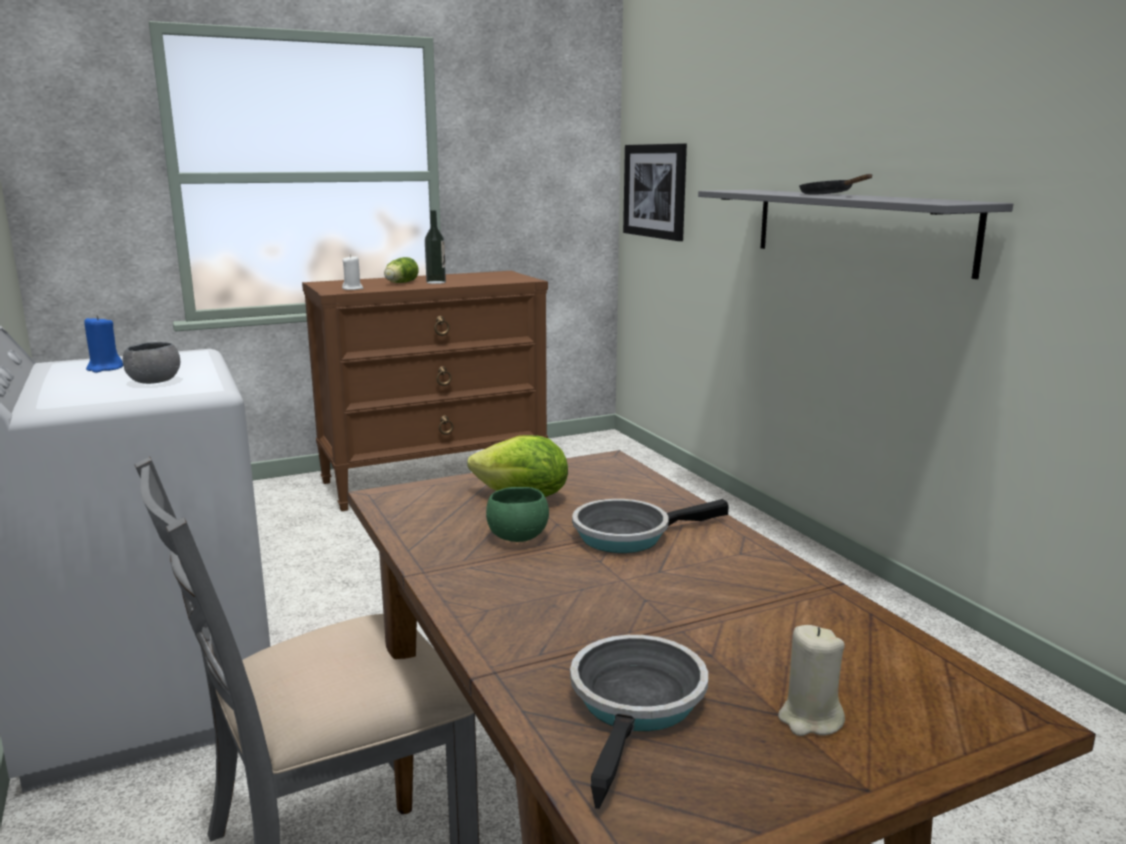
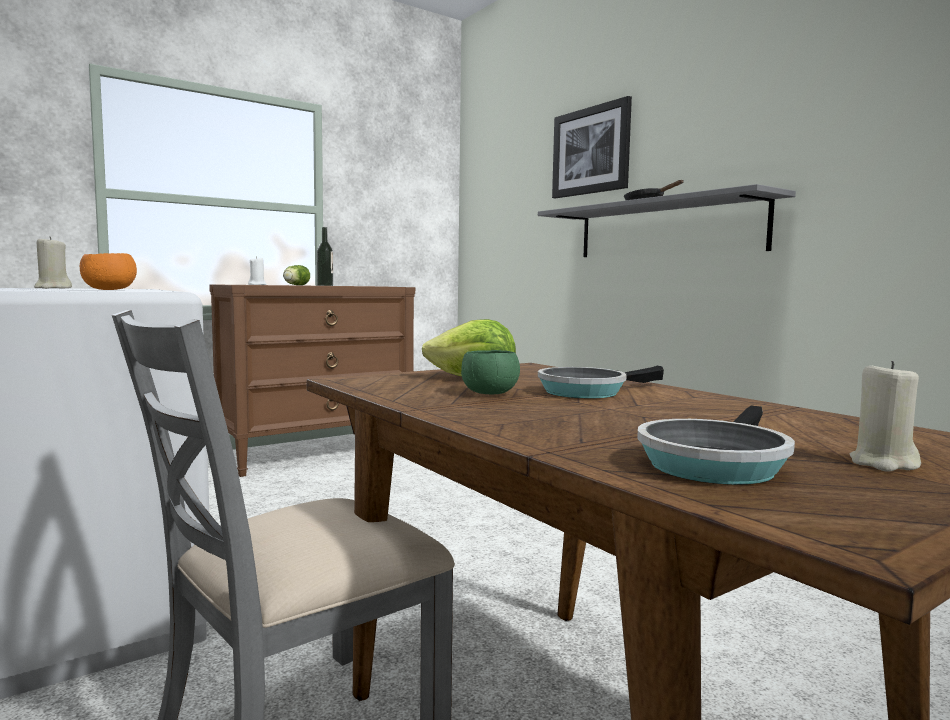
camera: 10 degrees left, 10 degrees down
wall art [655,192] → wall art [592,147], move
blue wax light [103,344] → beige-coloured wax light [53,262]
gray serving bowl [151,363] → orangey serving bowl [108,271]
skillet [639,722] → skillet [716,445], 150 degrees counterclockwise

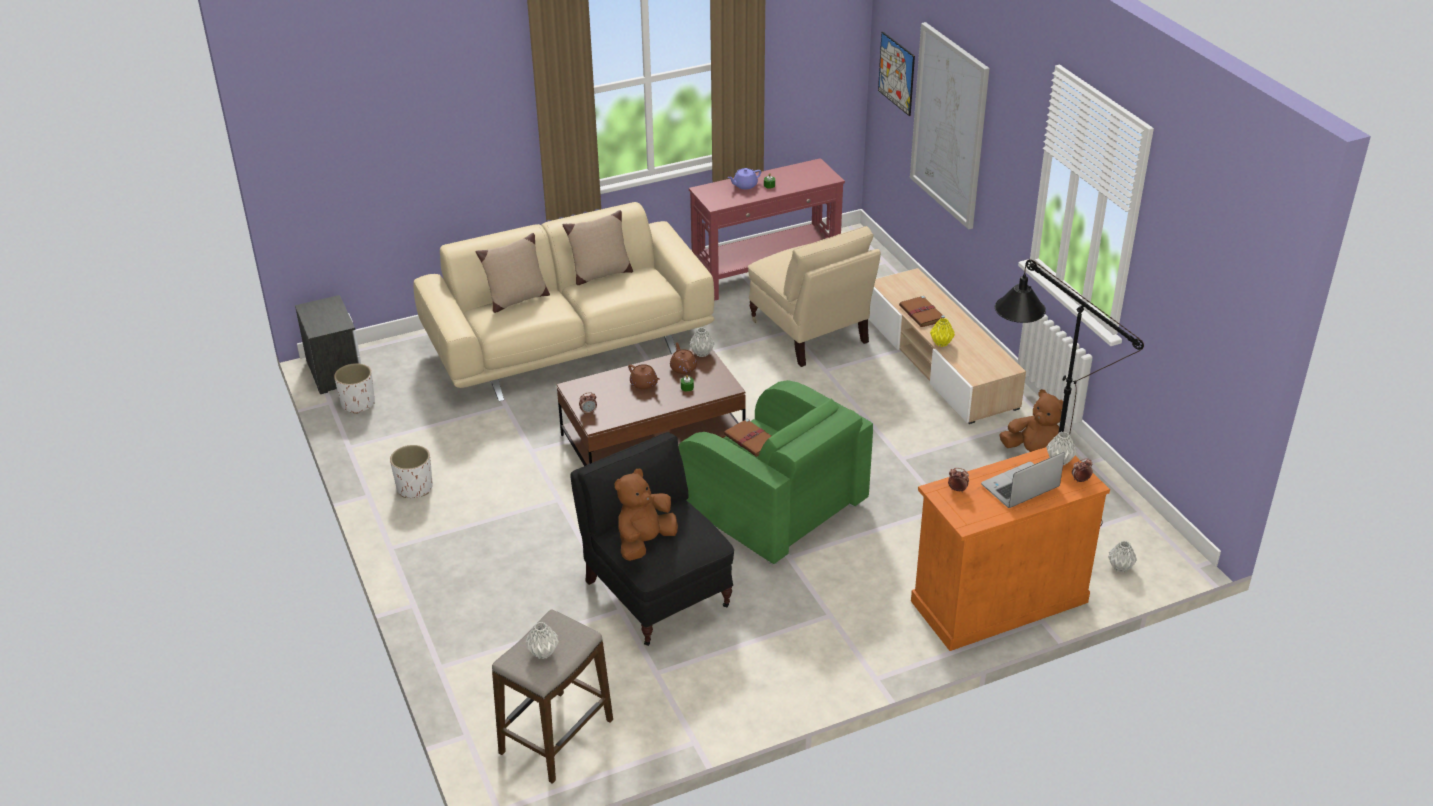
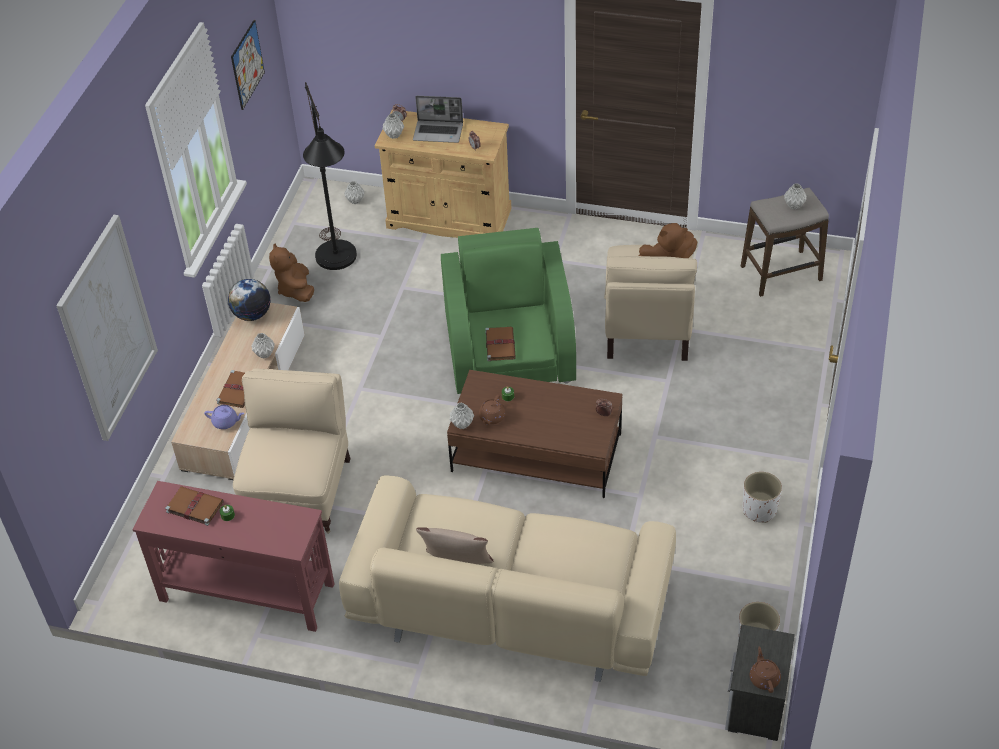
camera: 140 degrees left, 10 degrees up
wall art [896,74] → wall art [248,65], move
purple pot for tea [744,178] → purple pot for tea [224,417], move
beige-coloured pillow [513,273] → -
yellow-coloured decorative vase [942,332] → gray decorative vase [263,346]
brown-coloured pot for tea [644,376] → brown-coloured pot for tea [765,670], move
black-coloured easy chair [652,539] → beige-coloured easy chair [650,303]
orangey cupboard [1010,549] → beige-coloured cupboard [443,173]
- → world globe [249,300]
- → brown-coloured bound book [194,506]

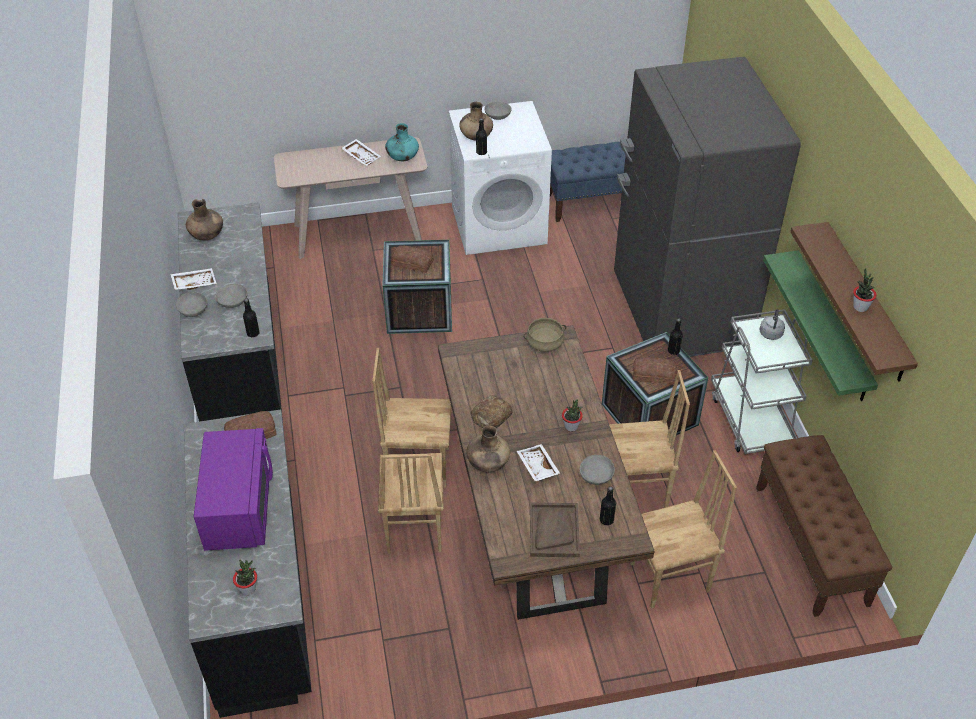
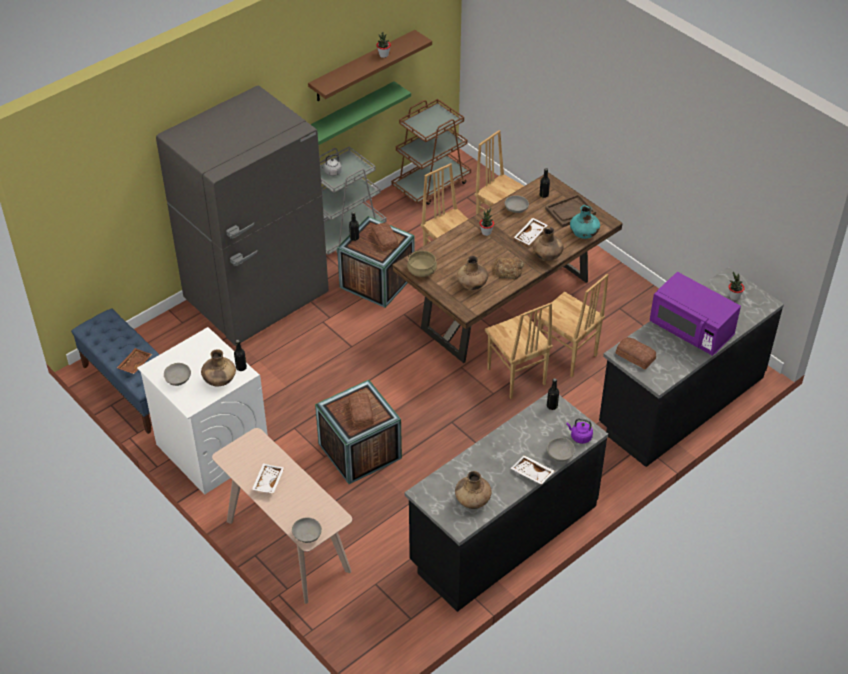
camera: 120 degrees left, 0 degrees up
turquoise-coloured decorative vase [402,142] → turquoise-coloured decorative vase [585,222], move
gray serving bowl [231,296] → gray serving bowl [307,530], move
purple kitchen microwave [233,489] → purple kitchen microwave [695,314], 105 degrees counterclockwise
brown-coloured bench [824,526] → brown-coloured cart [431,152]
brown-coloured chair [411,503] → brown-coloured chair [572,325], 75 degrees clockwise
- → brown-coloured decorative vase [472,273]
- → brown-coloured tray [134,361]
- → purple tea kettle [579,431]

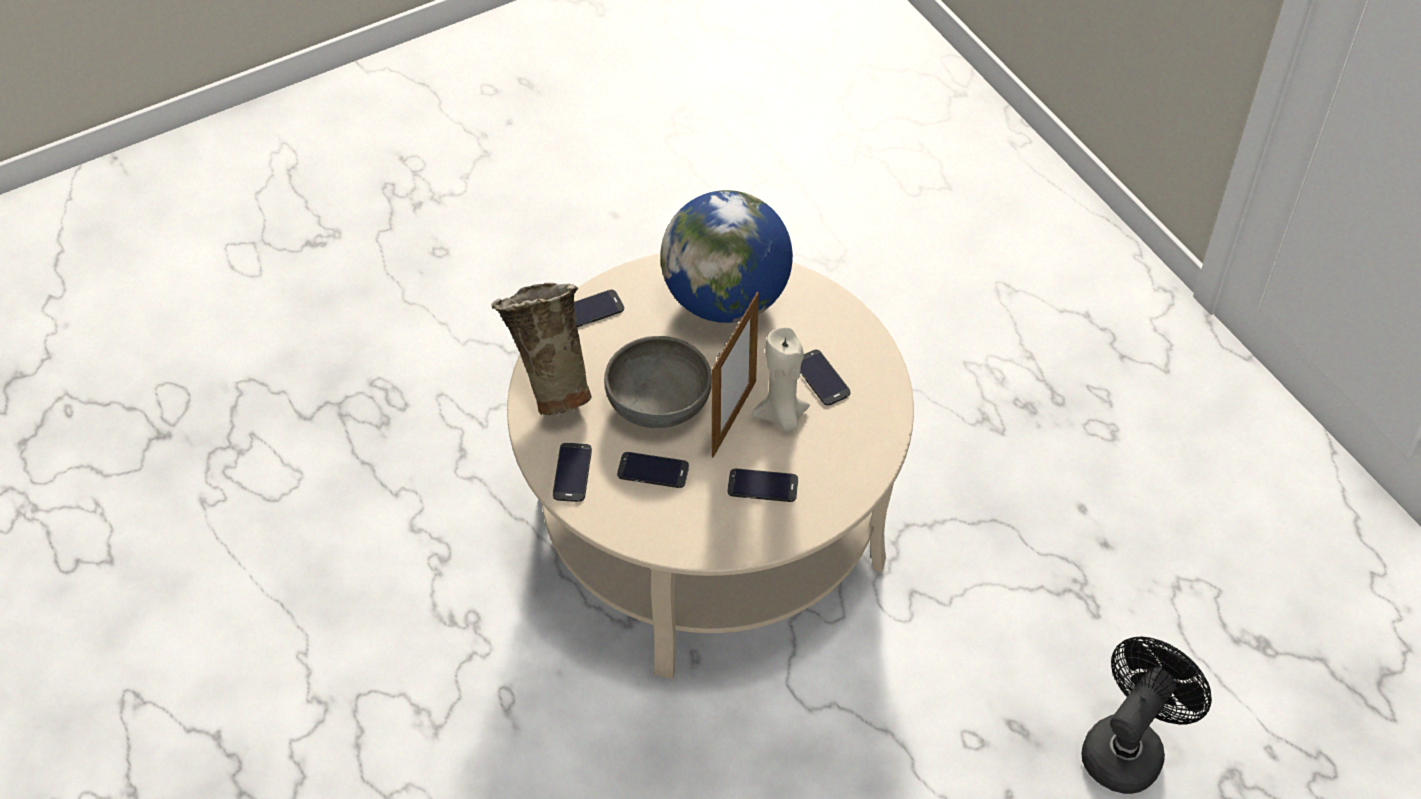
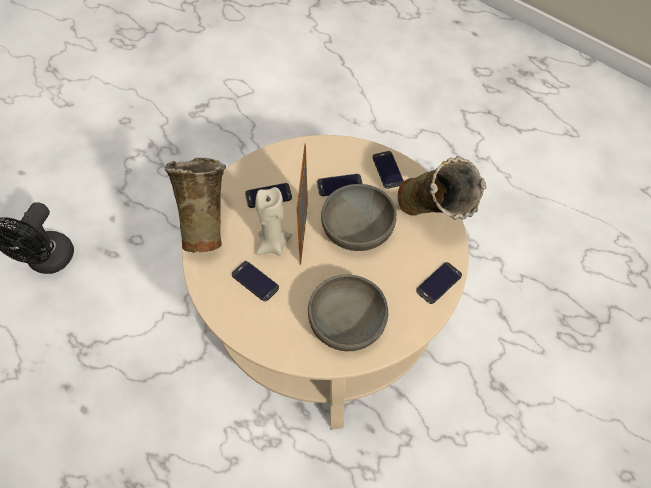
camera: 160 degrees right, 5 degrees up
world globe [726,256] → gray serving bowl [348,313]
- → beige-coloured decorative vase [195,205]

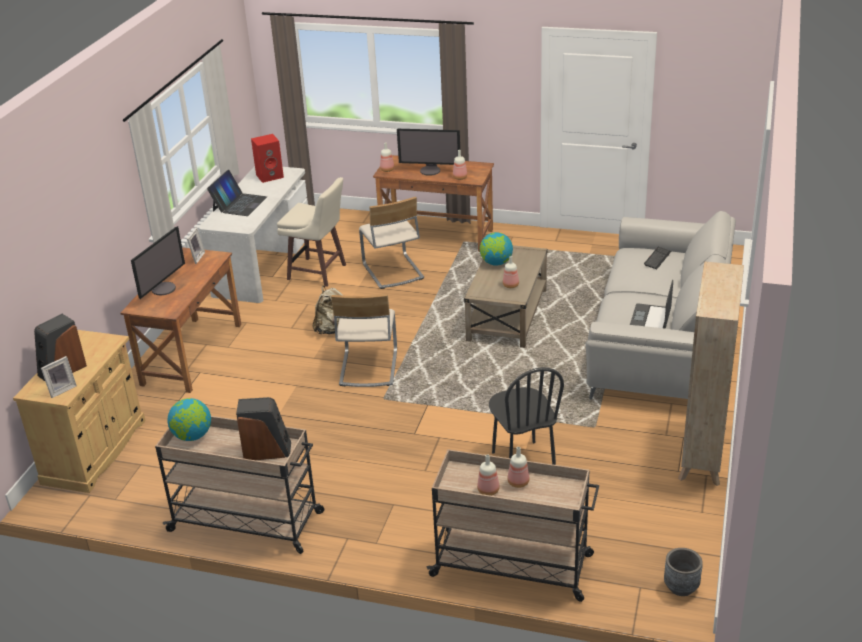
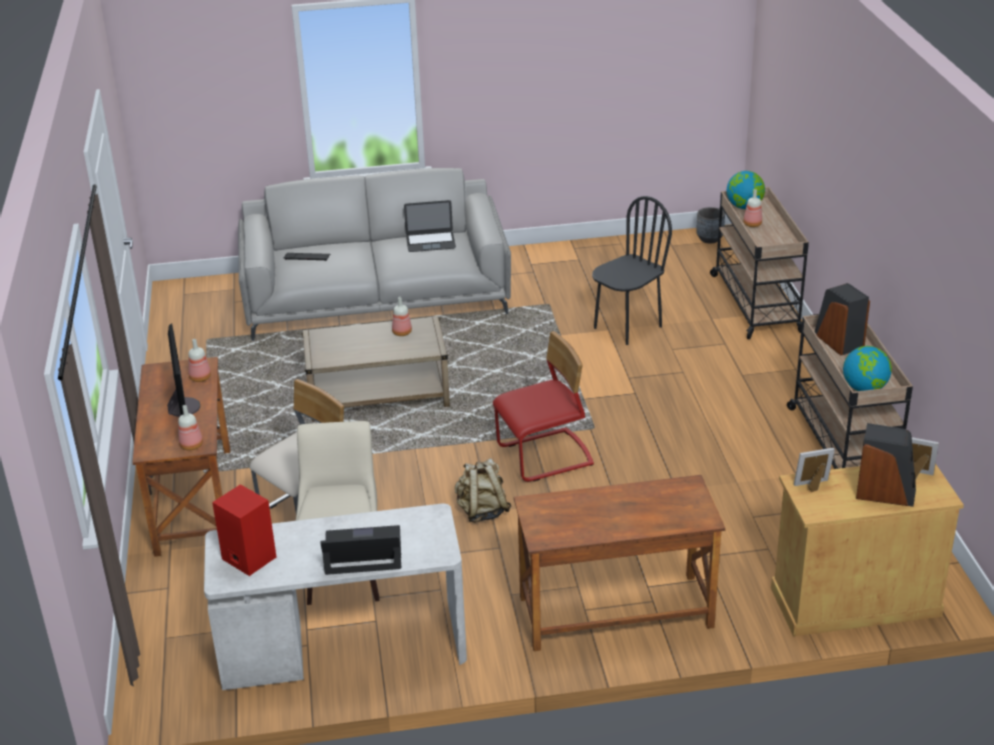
camera: 115 degrees left, 0 degrees up
monitor [158,262] → -
standing frame [196,246] → standing frame [814,470], move
world globe [496,249] → world globe [745,190], move
beige-coloured bookcase [711,373] → -
beige-coloured chair [364,340] → reddish chair [543,406]
drink bottle [488,475] → -

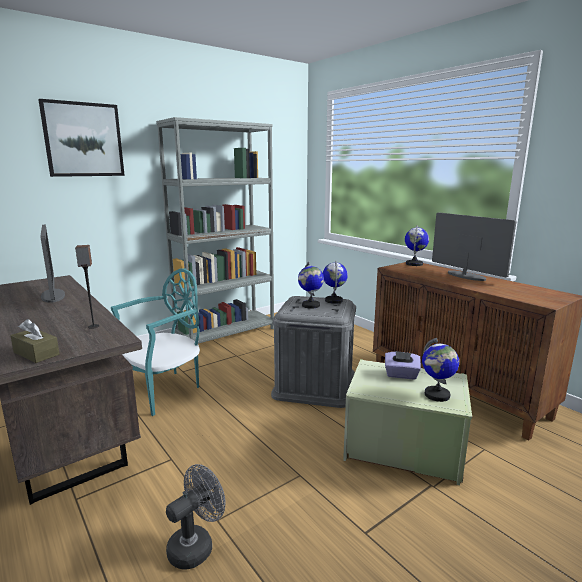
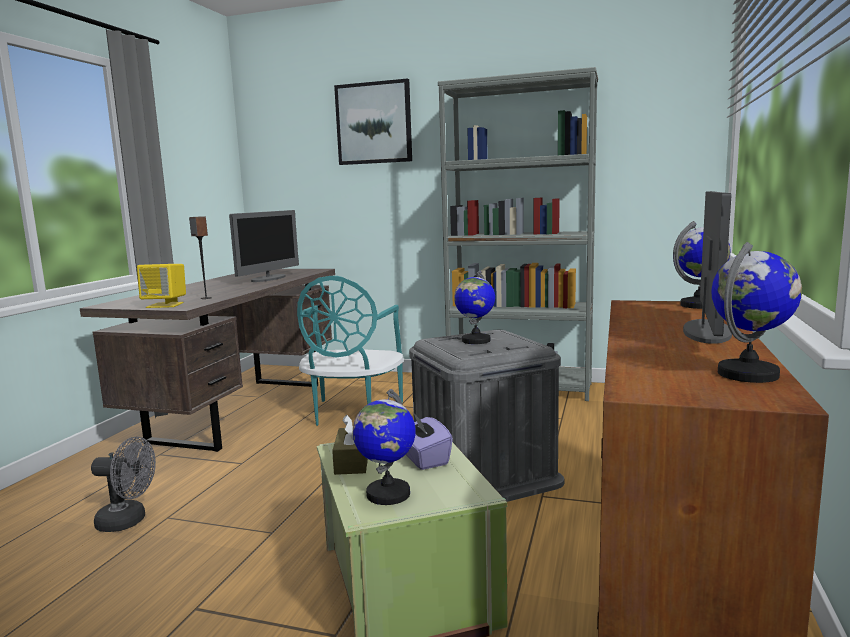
camera: 55 degrees right, 5 degrees down
world globe [335,282] → world globe [756,312], move
turquoise-coloured chair [155,342] → turquoise-coloured chair [350,351], 90 degrees clockwise
brown-coloured tissue box [35,341] → brown-coloured tissue box [350,445], move
- → yellow-coloured speaker [161,286]

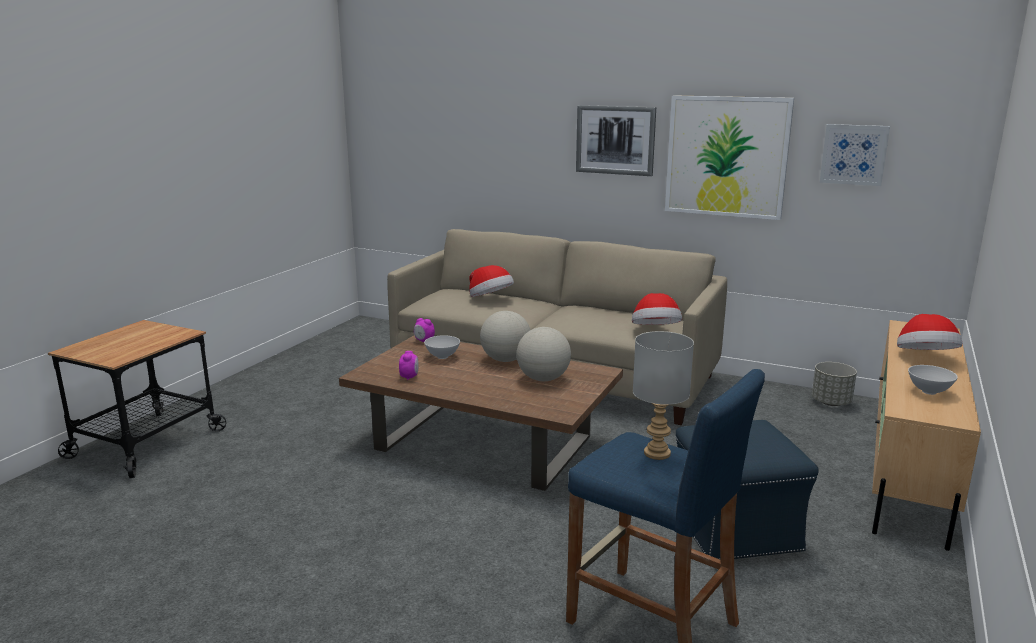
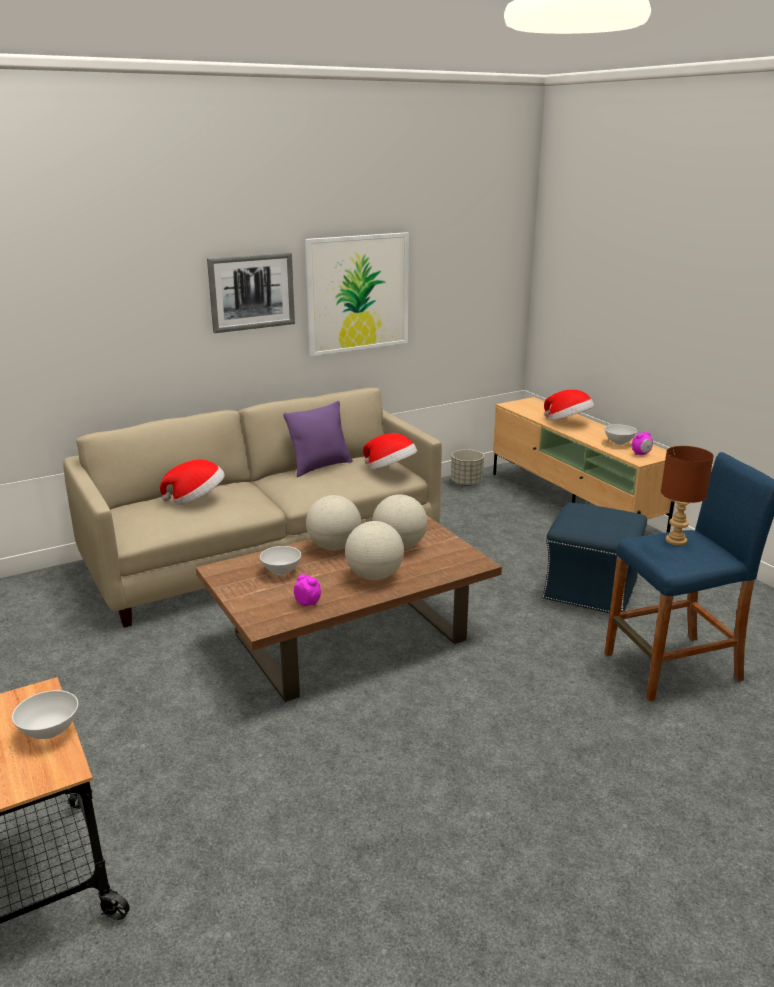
camera: 55 degrees left, 5 degrees up
wall art [855,155] → -
alarm clock [424,330] → alarm clock [642,443], move
gray table lamp [663,395] → brown-coloured table lamp [687,496]
- → purple pillow [318,439]
- → world globe [374,550]
- → white serving bowl [45,714]

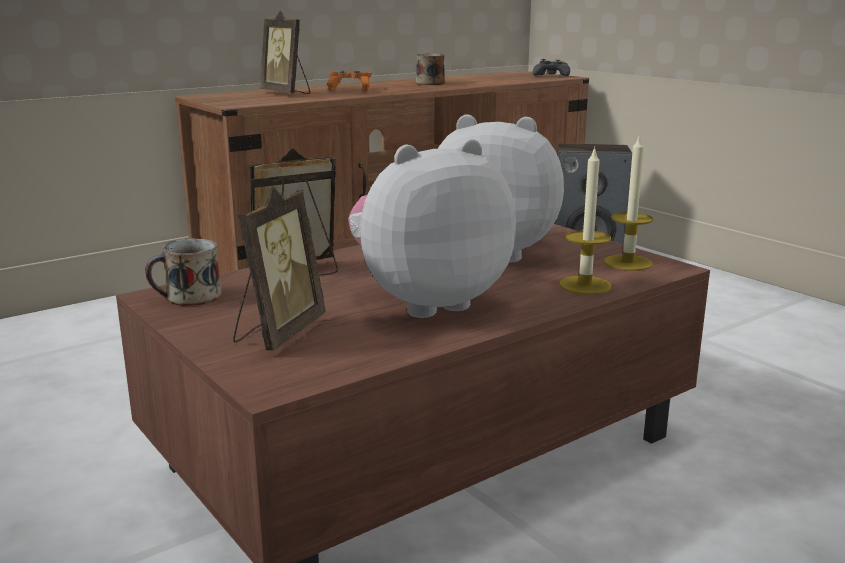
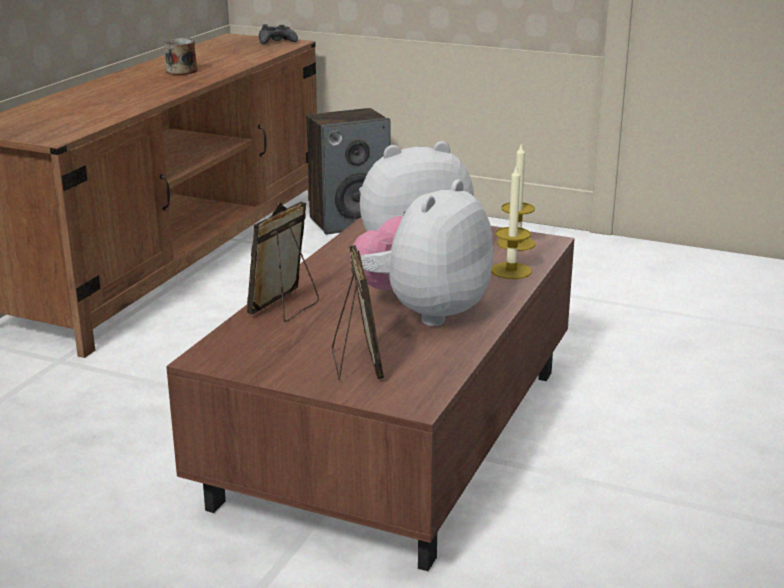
camera: 30 degrees left, 5 degrees up
standing frame [285,52] → -
orangey joypad [349,81] → -
coffee mug [183,272] → -

